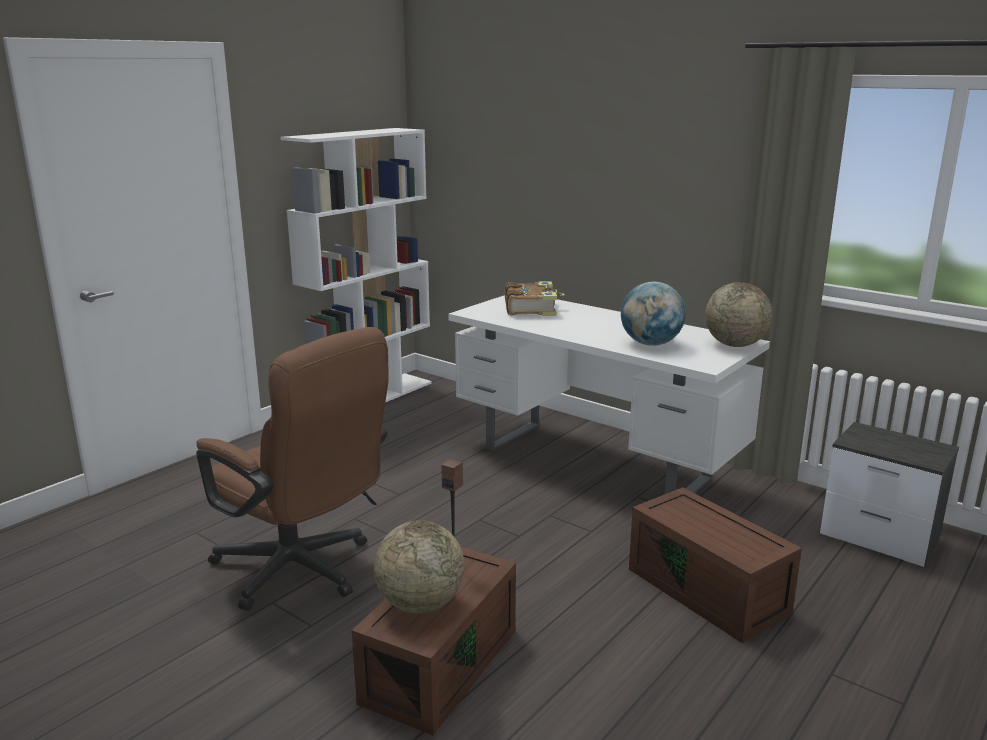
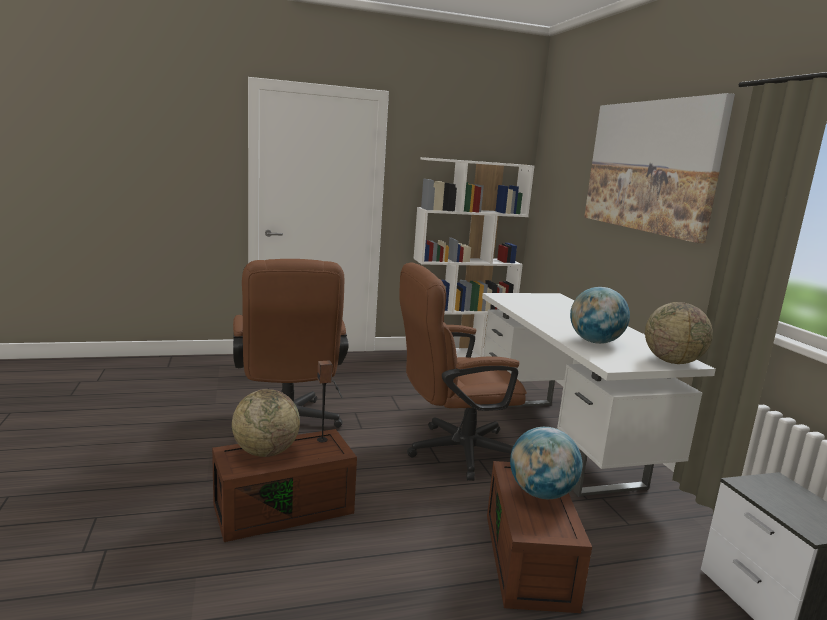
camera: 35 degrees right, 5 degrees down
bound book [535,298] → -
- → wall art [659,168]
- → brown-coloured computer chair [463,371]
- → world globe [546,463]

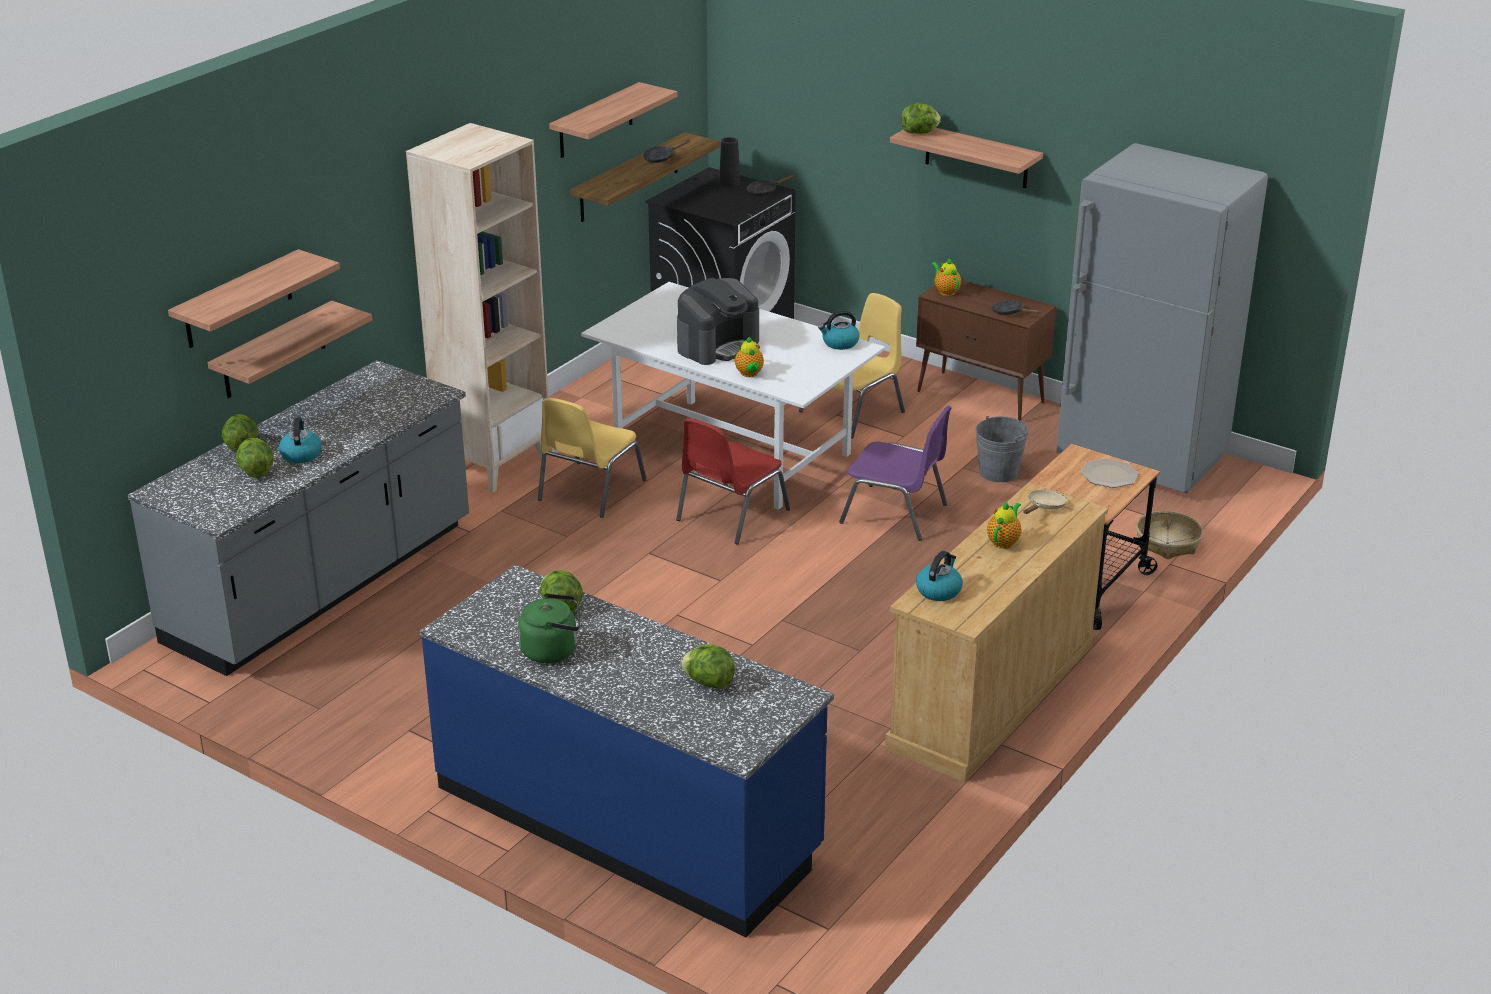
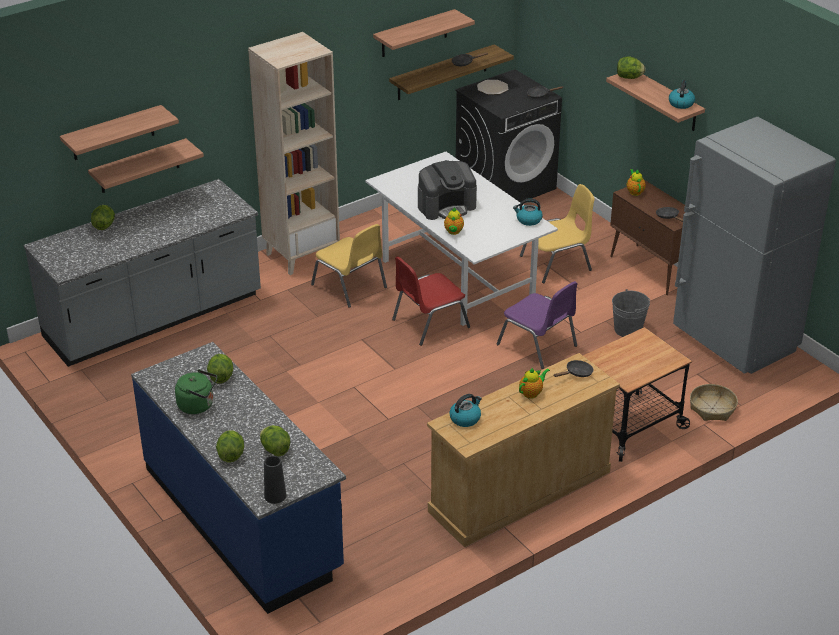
camera: 20 degrees right, 5 degrees up
black-coloured decorative vase [729,162] → black-coloured decorative vase [275,480], move
yellow-coloured chair [592,458] → yellow-coloured chair [349,265], 90 degrees counterclockwise
tea kettle [300,440] → tea kettle [682,94], move
head of lettuce [255,458] → head of lettuce [230,446], move
plate [1109,473] → plate [492,87], move
beige-coloured skillet [1045,502] → black-coloured skillet [573,368]

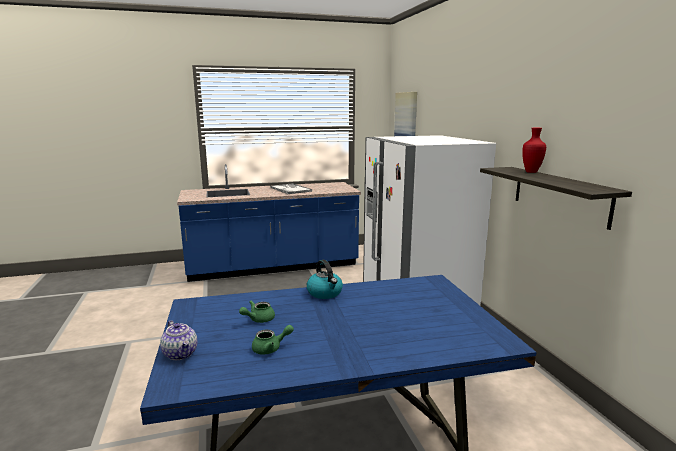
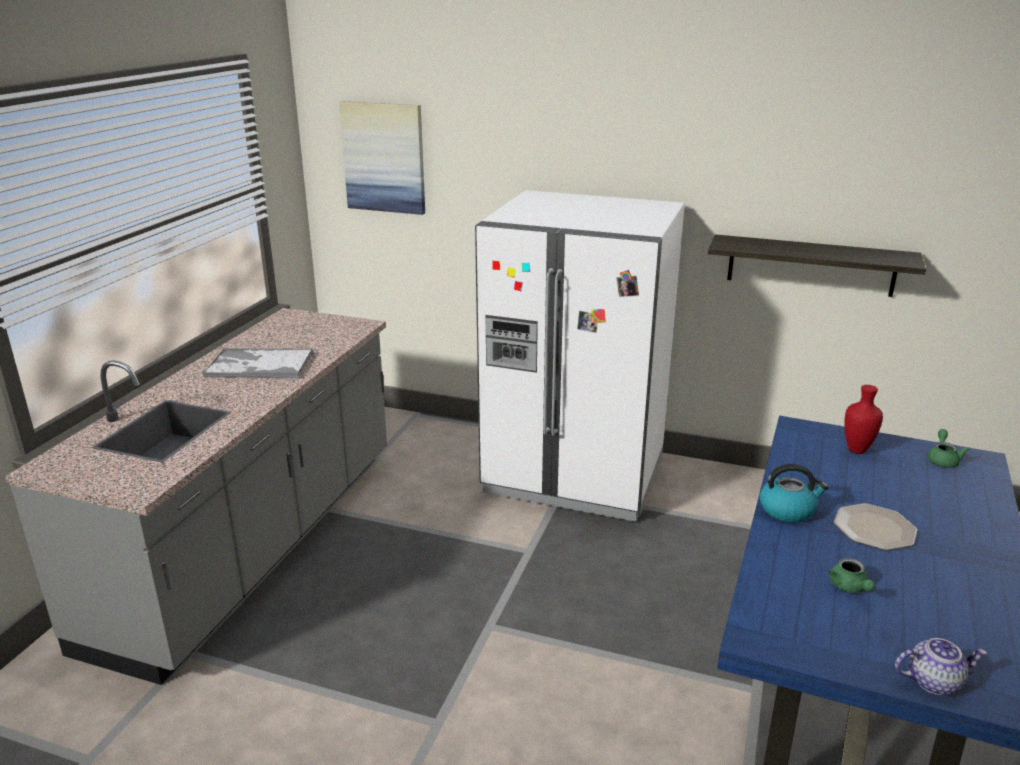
camera: 55 degrees left, 10 degrees up
reddish decorative vase [534,150] → reddish decorative vase [863,419], move
blue counter [269,223] → gray counter [196,496]
green-coloured pot for tea [273,339] → green-coloured pot for tea [948,448], move
- → plate [875,526]

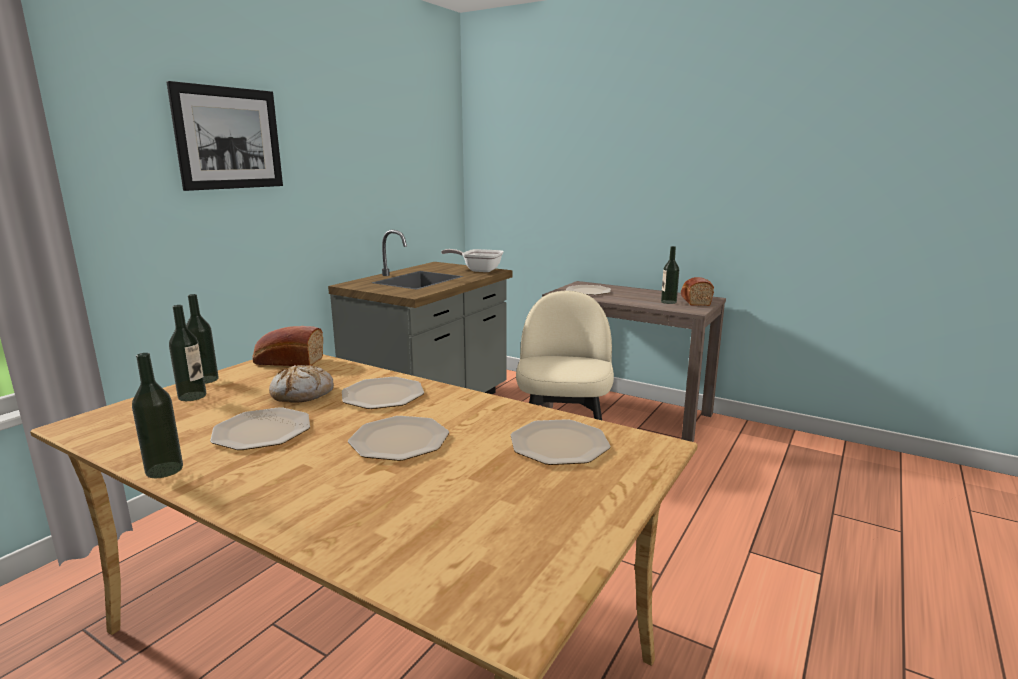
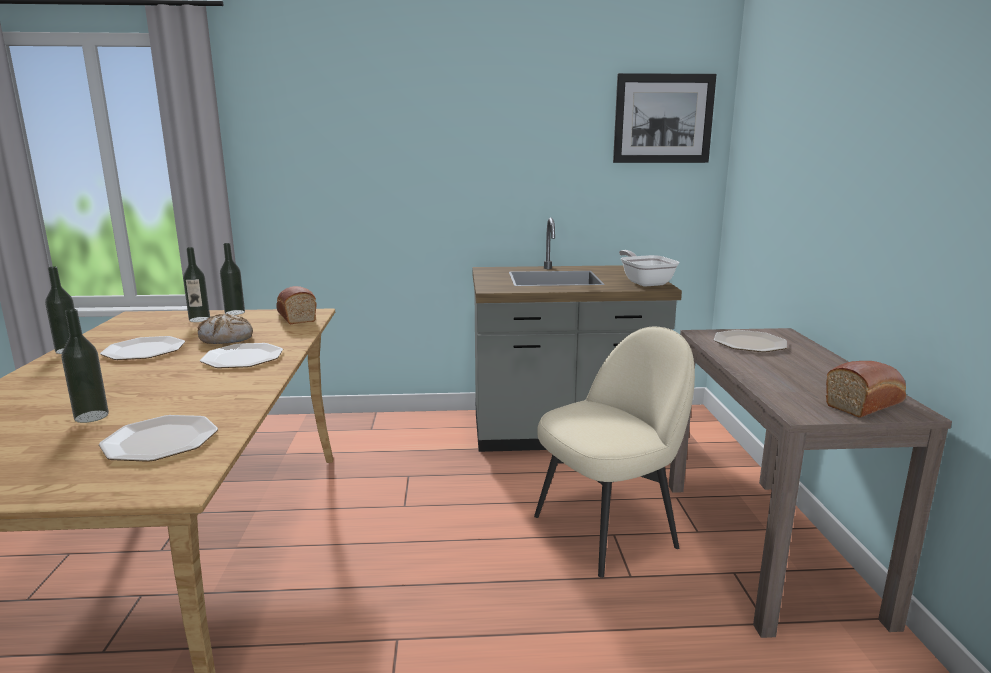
camera: 55 degrees right, 0 degrees up
wall art [224,136] → wall art [665,118], move
drink bottle [670,275] → drink bottle [85,366], move
plate [398,438] → -

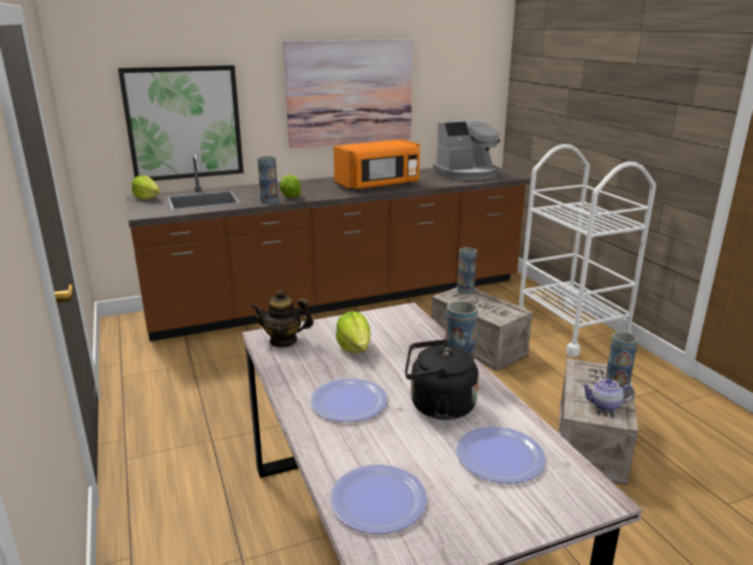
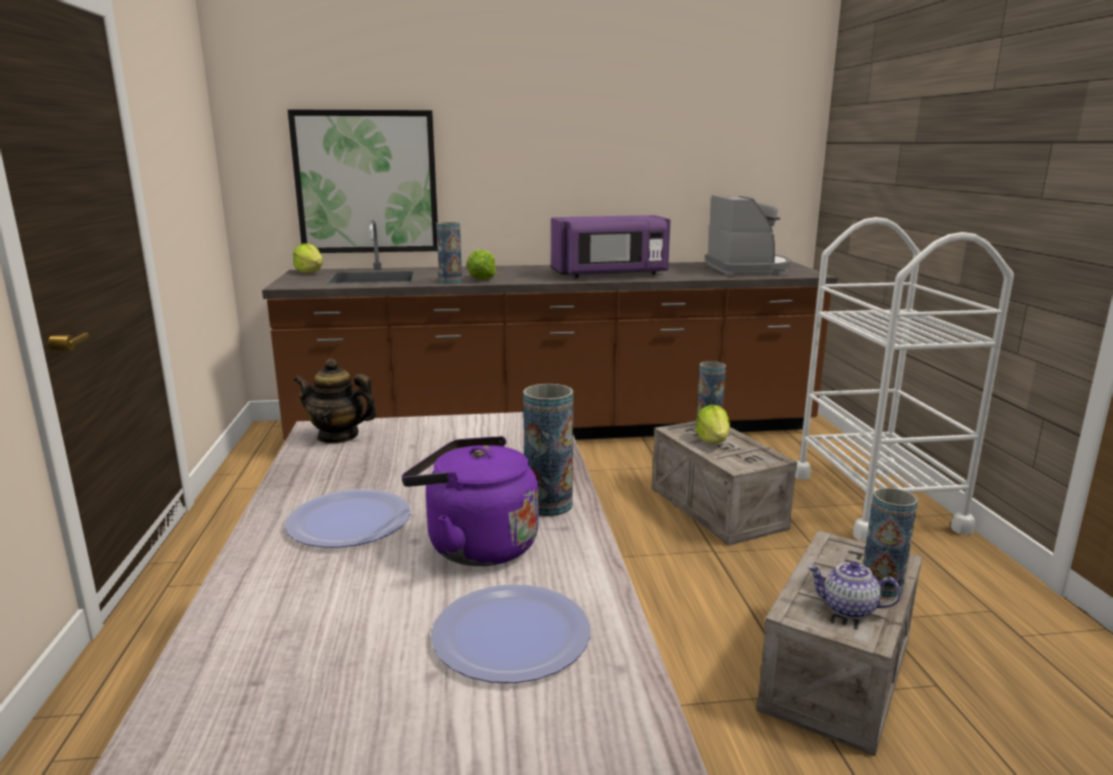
camera: 15 degrees right, 5 degrees down
wall art [348,93] → -
coffee maker [466,149] → coffee maker [748,235], 90 degrees counterclockwise
orangey kitchen microwave [377,165] → purple kitchen microwave [611,246]
head of lettuce [353,332] → head of lettuce [712,424], move
black-coloured tea kettle [442,379] → purple tea kettle [470,501]
plate [378,499] → -

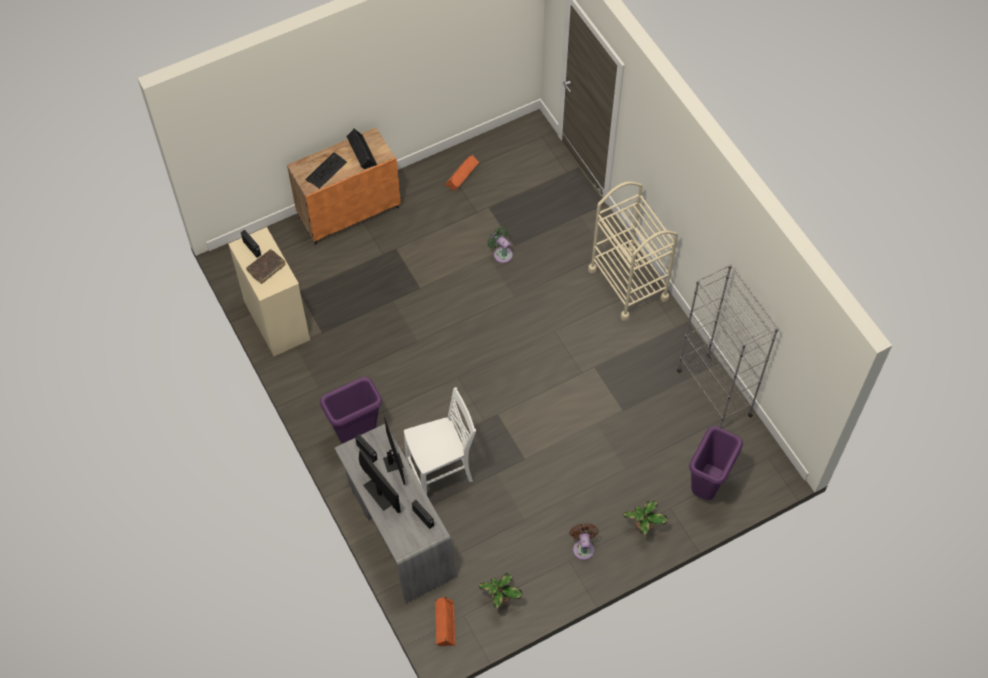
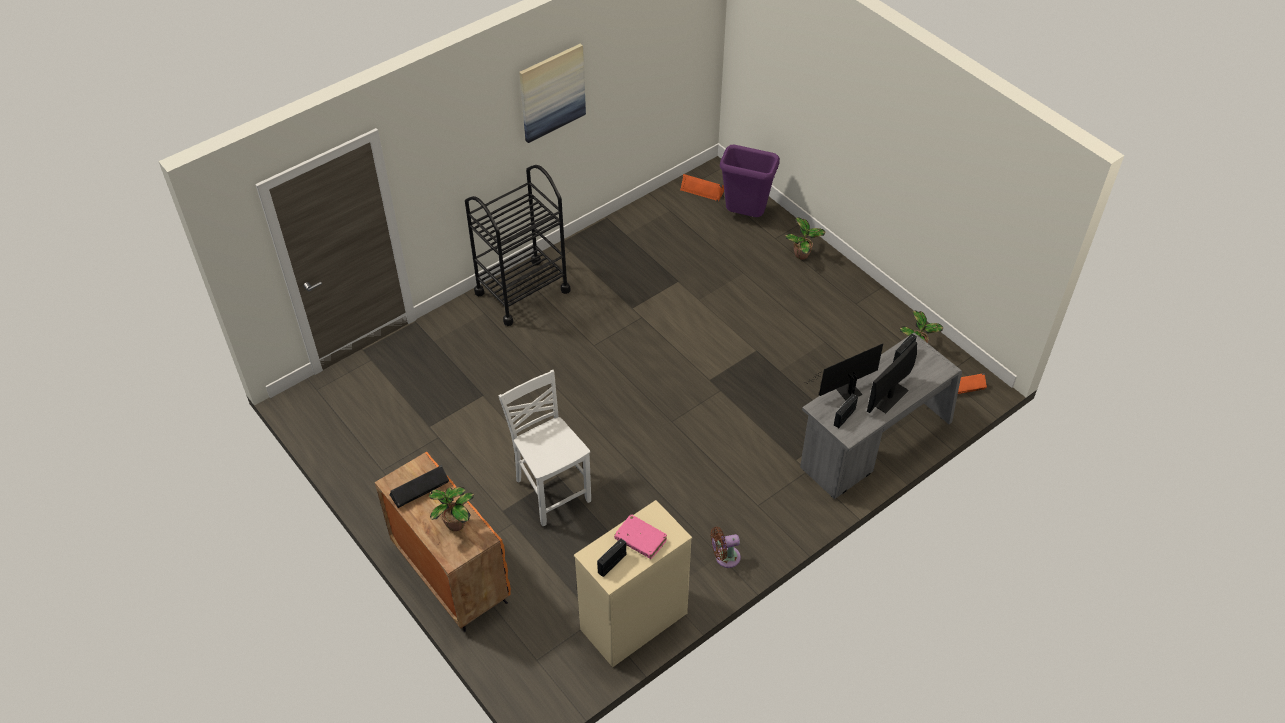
camera: 100 degrees left, 10 degrees down
computer keyboard [326,170] → plant in a pot [451,509]
orangey speaker [462,172] → orangey speaker [702,187], move
beige-coloured cart [633,251] → black-coloured cart [518,245]
green-coloured fan [500,245] → -
brown-coloured bound book [266,266] → pink-coloured bound book [640,536]
gray bookcase [728,346] → -
purple trash can [351,410] → -
white chair [440,441] → white chair [545,448], move
brown-coloured fan [584,541] → brown-coloured fan [726,547], move
- → wall art [552,93]

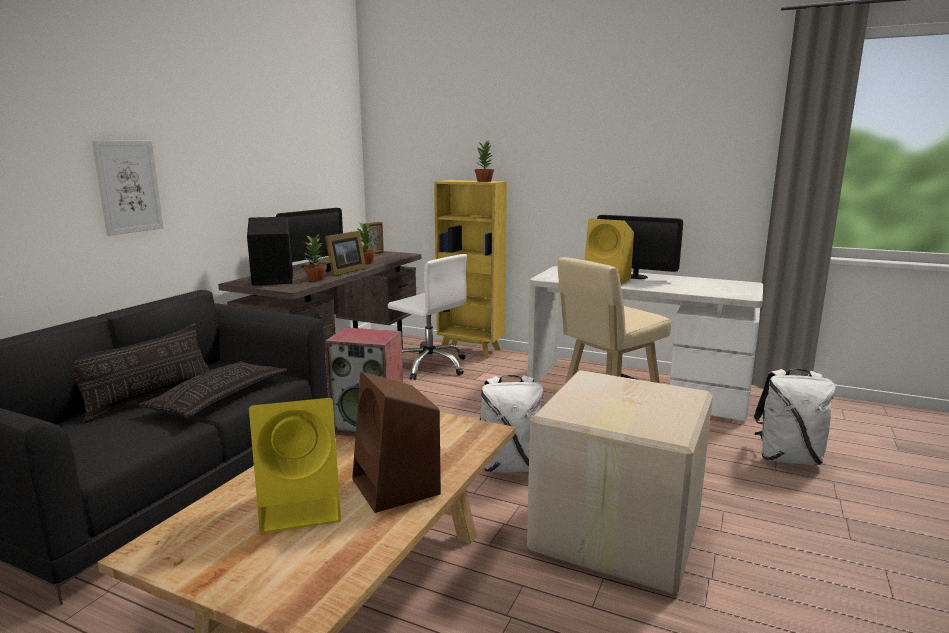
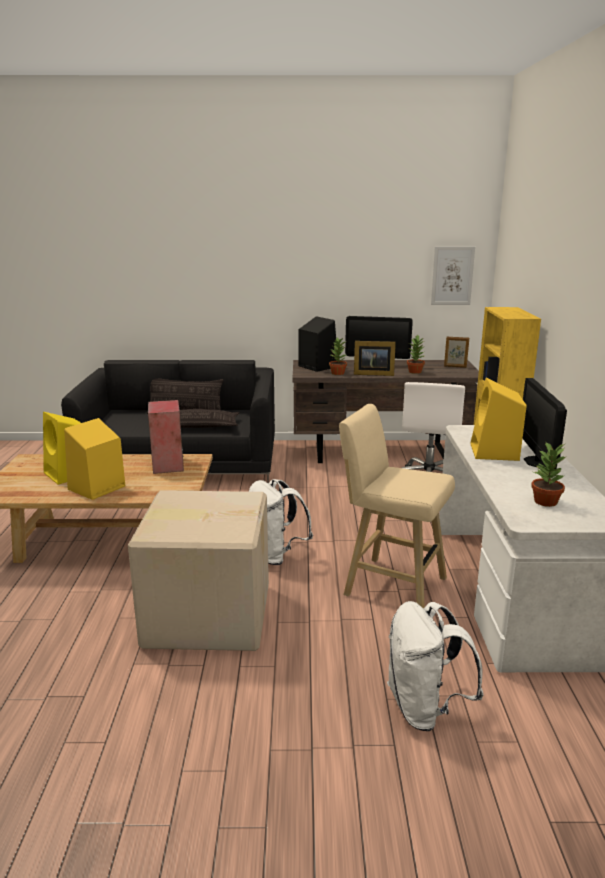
camera: 65 degrees right, 5 degrees up
wall art [127,188] → wall art [453,275], move
plant in a pot [484,161] → plant in a pot [548,474], move
brown-coloured speaker [396,442] → yellow-coloured speaker [94,459]

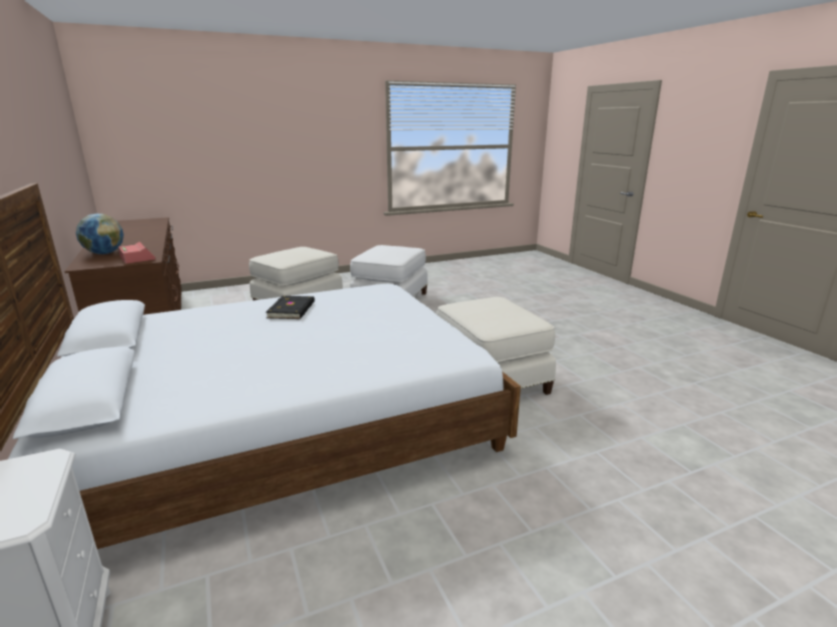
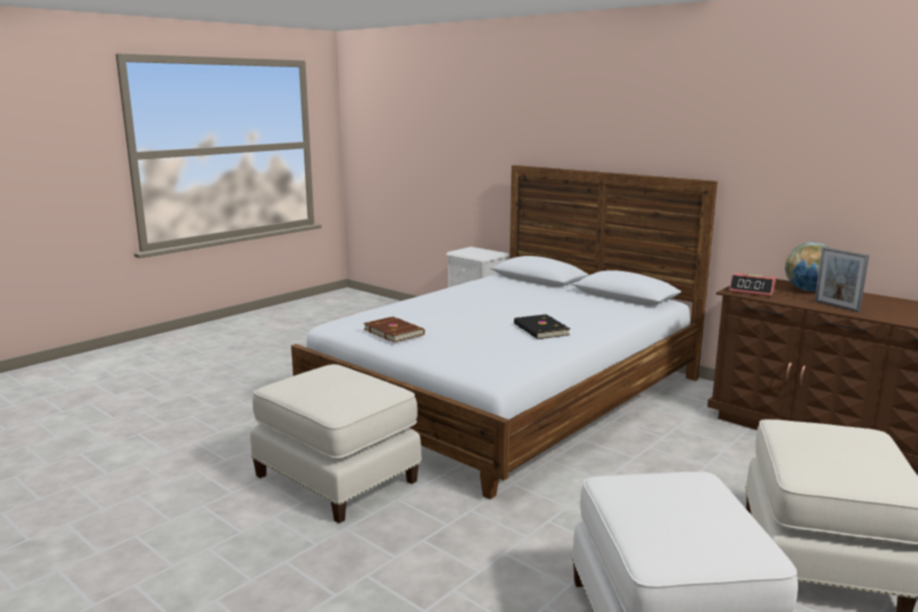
camera: 155 degrees right, 5 degrees down
- → standing frame [842,279]
- → brown-coloured bound book [394,329]

